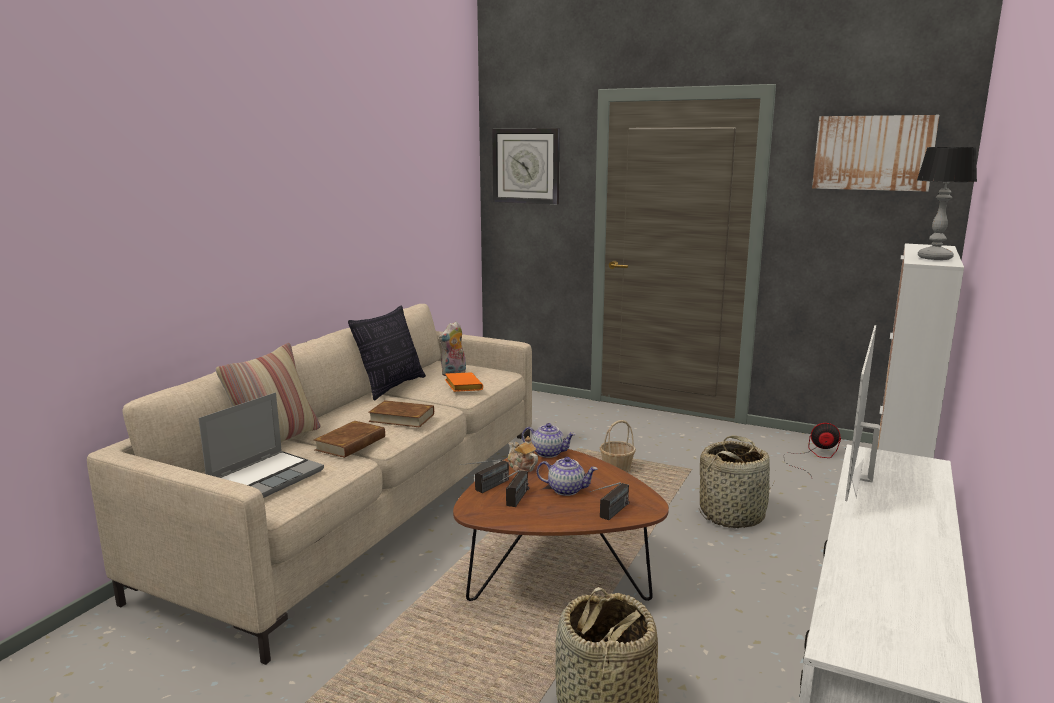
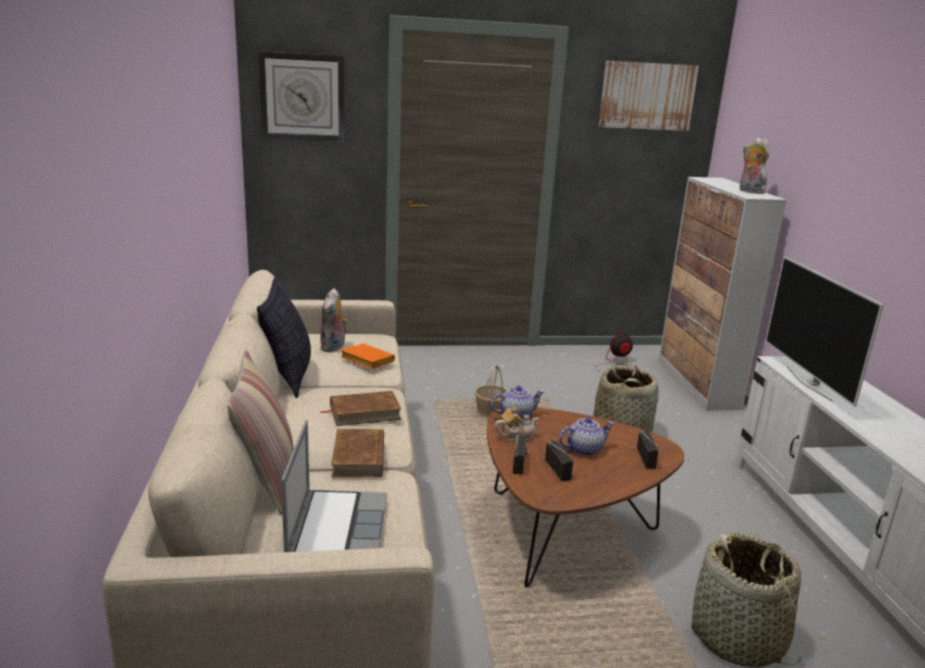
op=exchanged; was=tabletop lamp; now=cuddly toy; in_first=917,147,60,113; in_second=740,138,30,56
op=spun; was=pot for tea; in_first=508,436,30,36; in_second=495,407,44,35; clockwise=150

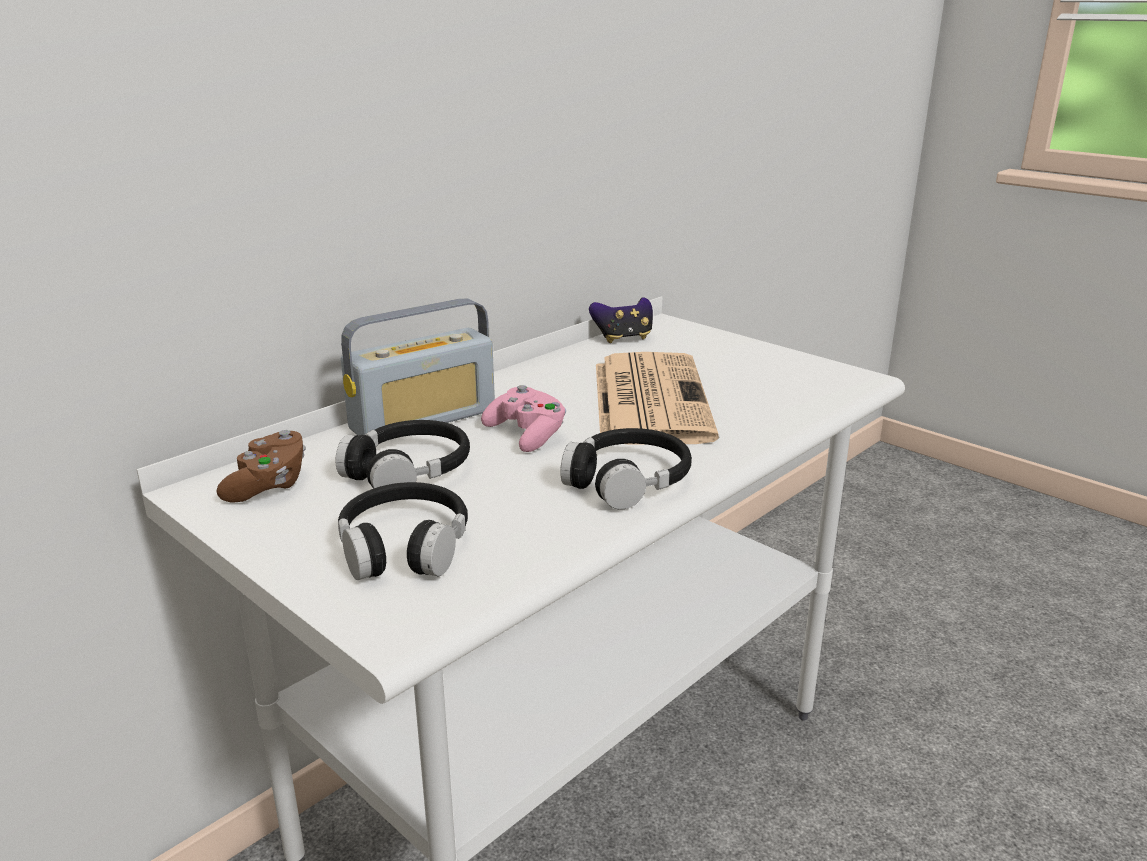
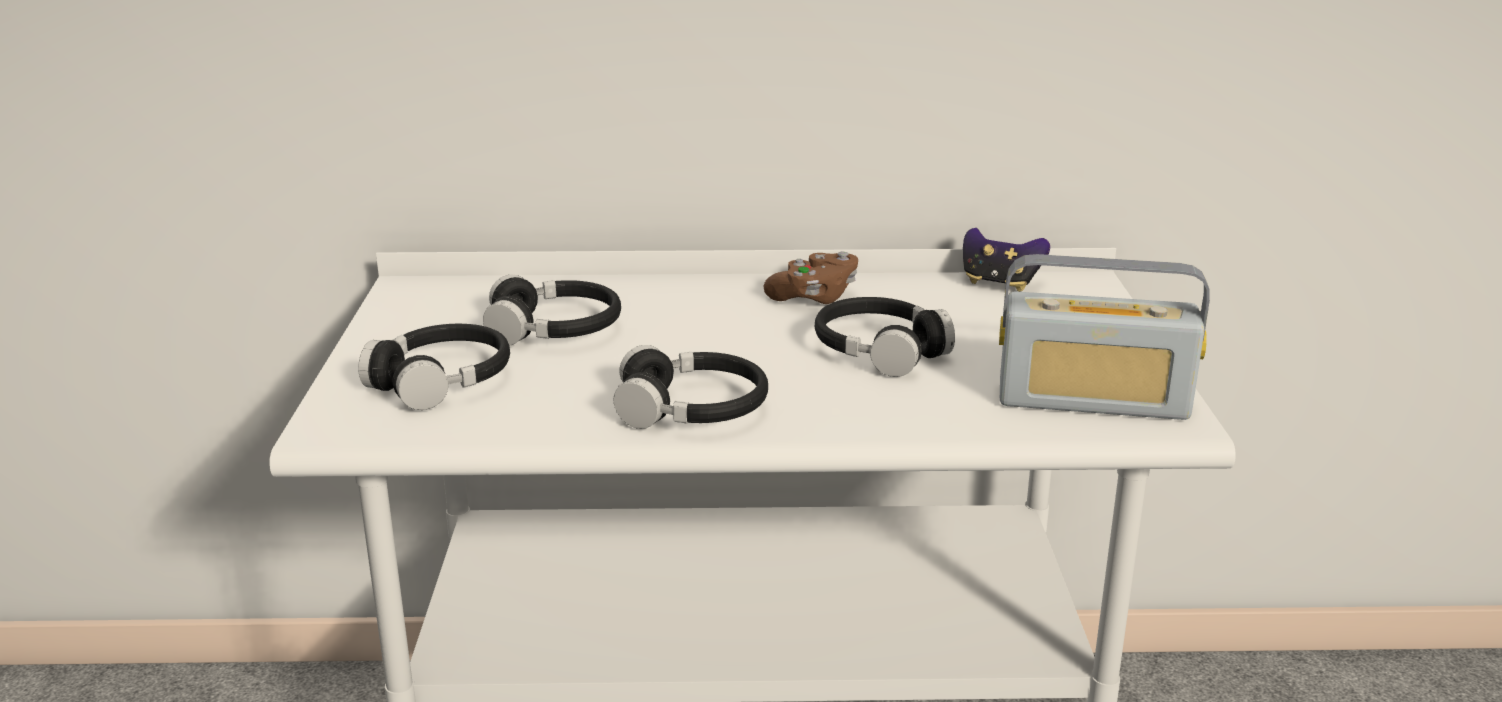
op=relocated; was=radio receiver; in_first=341,298,154,137; in_second=999,254,211,166
op=exchanged; was=newspaper; now=black headset; in_first=596,352,123,92; in_second=815,297,140,80
op=missing; was=pinkish joypad; in_first=481,385,85,67
op=relocated; was=brown-coloured joypad; in_first=217,430,89,73; in_second=764,251,94,53

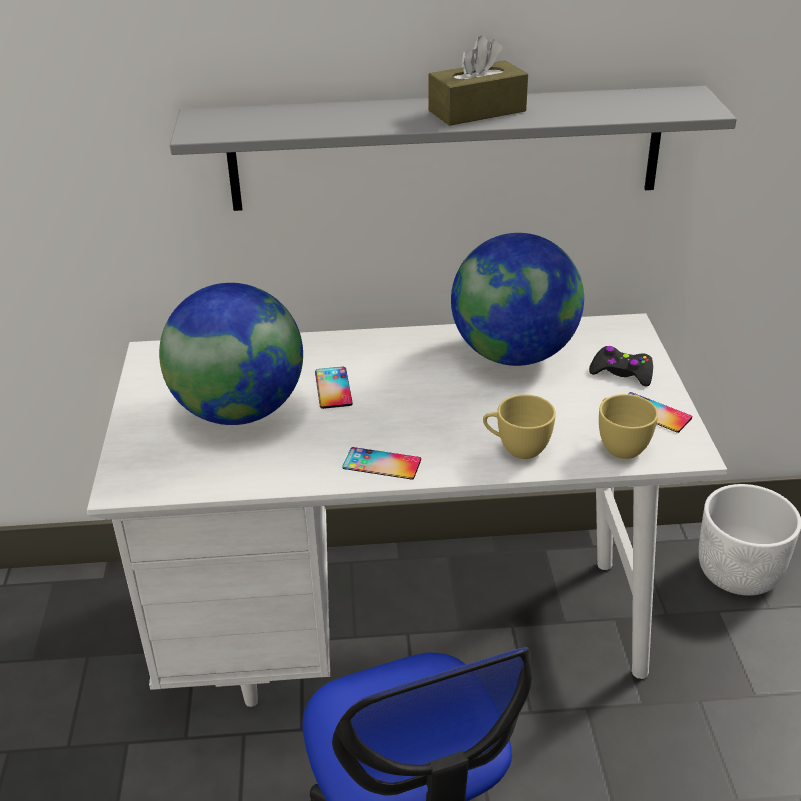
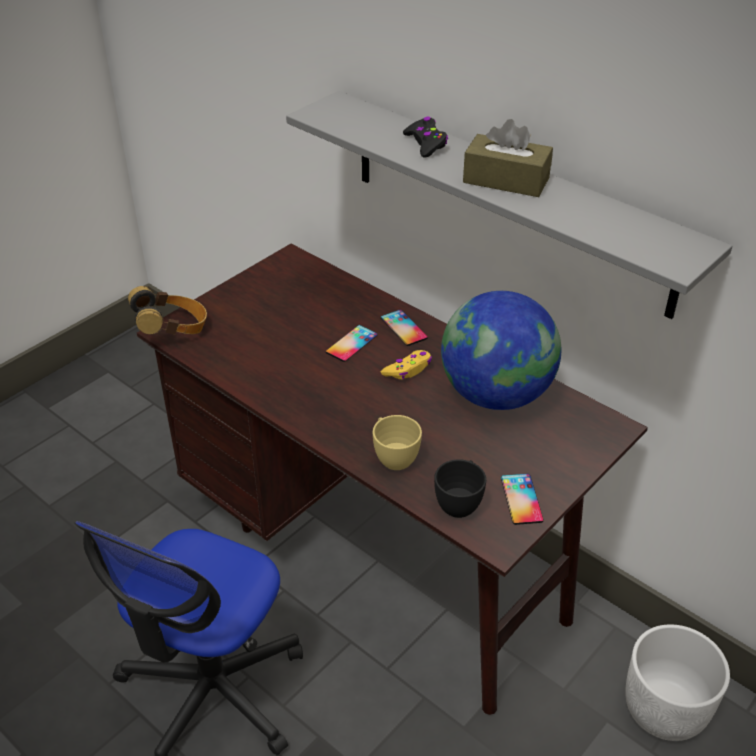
op=missing; was=globe; in_first=159,283,144,142
op=colour; was=whitish desk table; now=brown-coloured desk table; in_first=87,313,640,394; in_second=137,244,511,471
op=relocated; was=black joypad; in_first=589,346,64,41; in_second=403,117,45,41
op=colour; was=yellow-coloured cup; now=black cup; in_first=599,394,59,65; in_second=434,459,52,59
op=relocated; was=handset; in_first=342,447,79,33; in_second=381,310,47,36
op=appeared; now=headset; in_second=128,286,79,48
op=appeared; now=yellow-coloured joypad; in_second=381,350,51,29

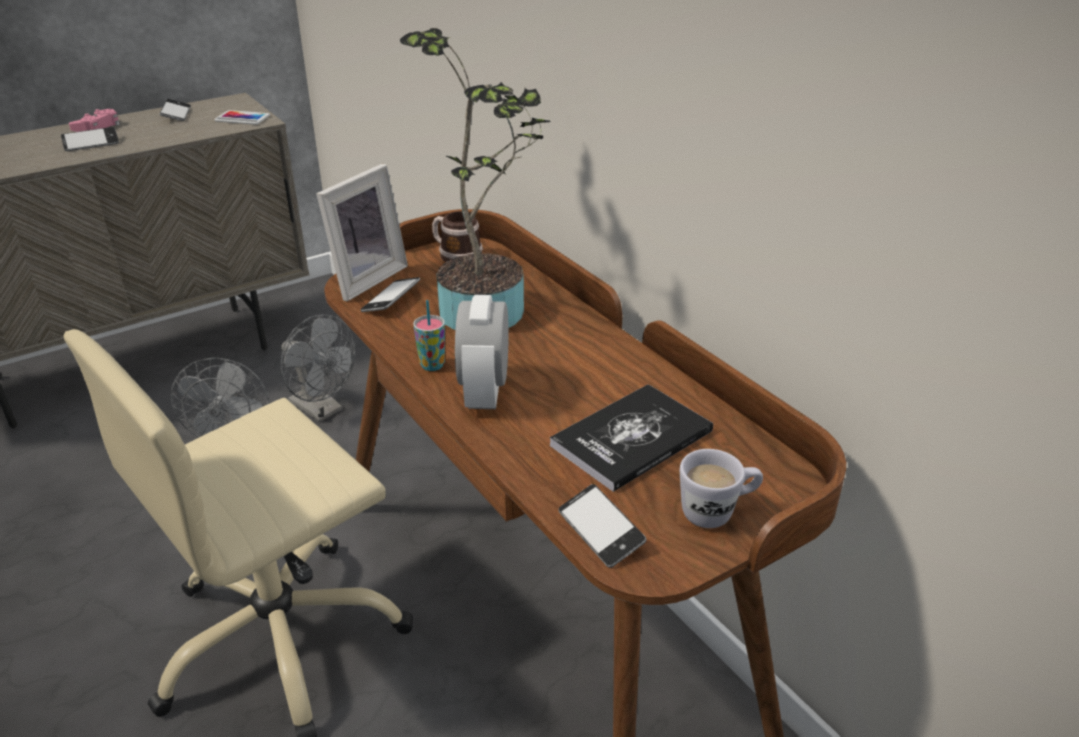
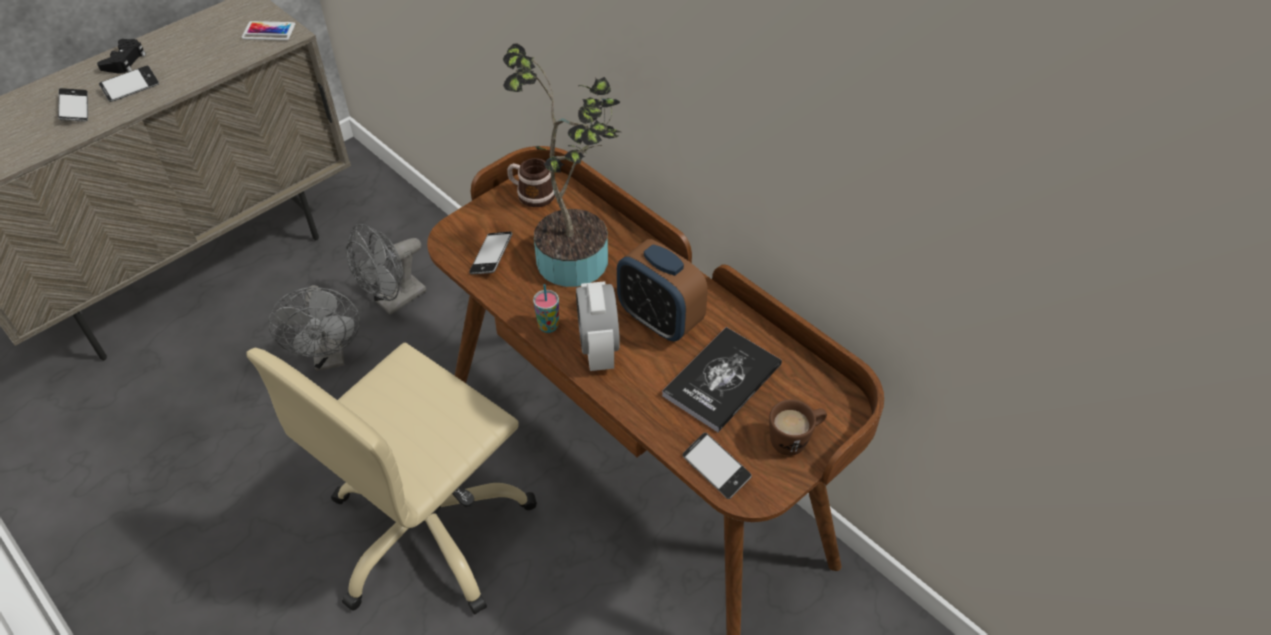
op=relocated; was=handset; in_first=159,99,32,22; in_second=58,88,30,34
op=colour; was=pinkish joypad; now=black joypad; in_first=69,109,51,23; in_second=97,39,49,34
op=missing; was=standing frame; in_first=316,164,92,137
op=spun; was=greyish electric fan; in_first=280,314,75,108; in_second=346,224,81,91; clockwise=105
op=colour; was=whitish mug; now=brown-coloured mug; in_first=680,449,83,79; in_second=769,400,58,56
op=appeared; now=alarm clock; in_second=617,239,91,102

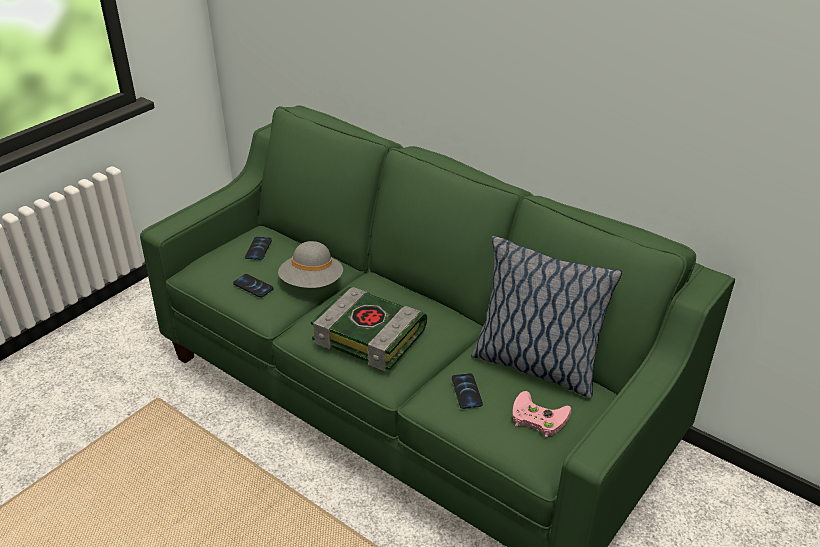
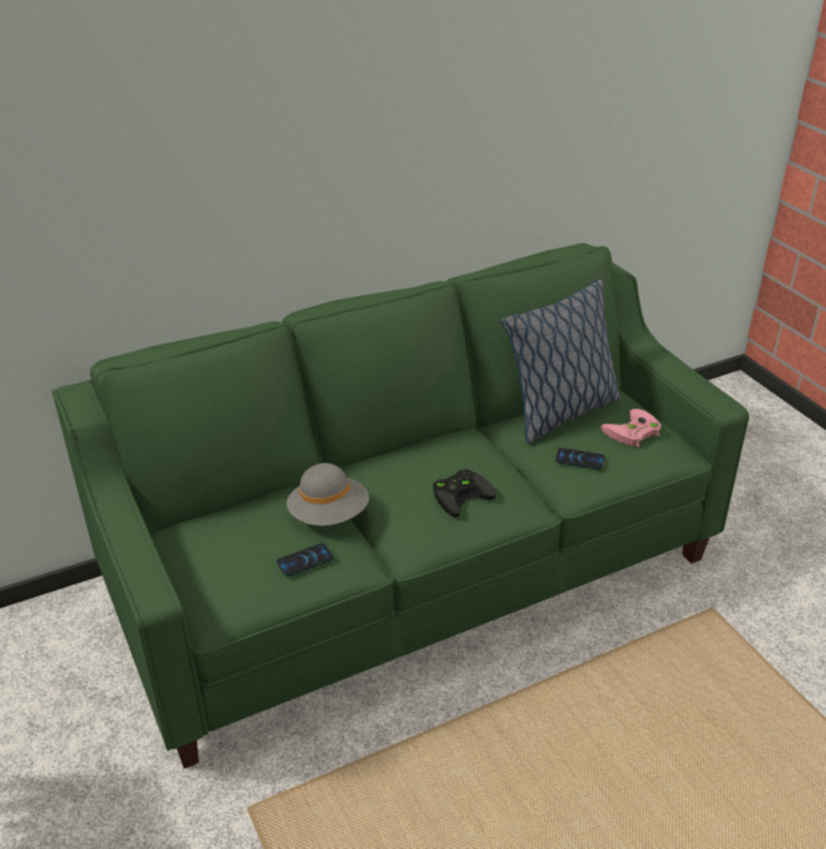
op=missing; was=handset; in_first=245,237,27,23
op=exchanged; was=volume; now=black joypad; in_first=311,287,116,84; in_second=433,469,63,48

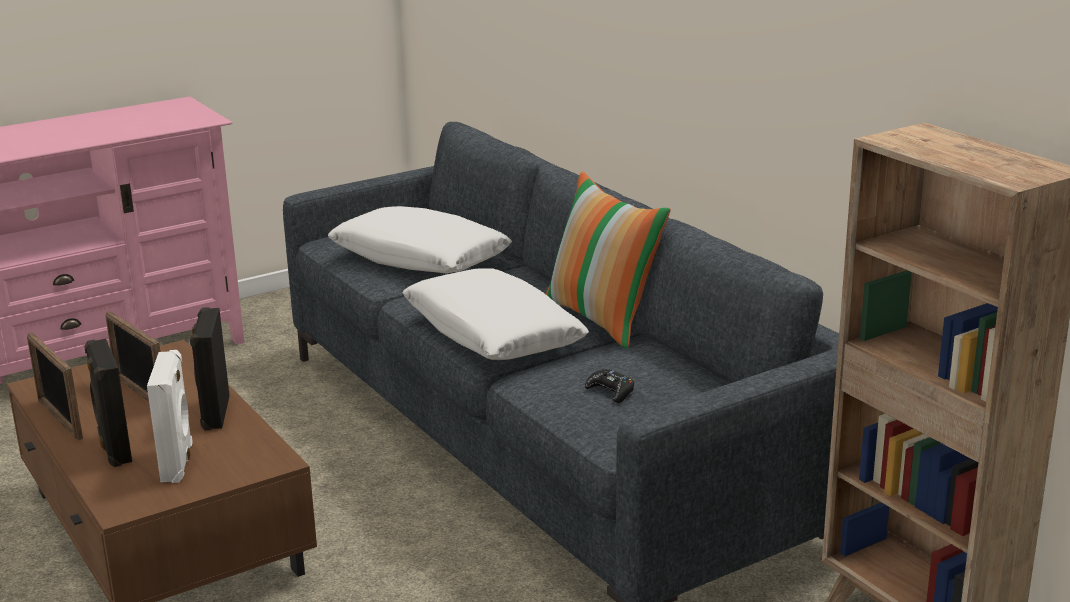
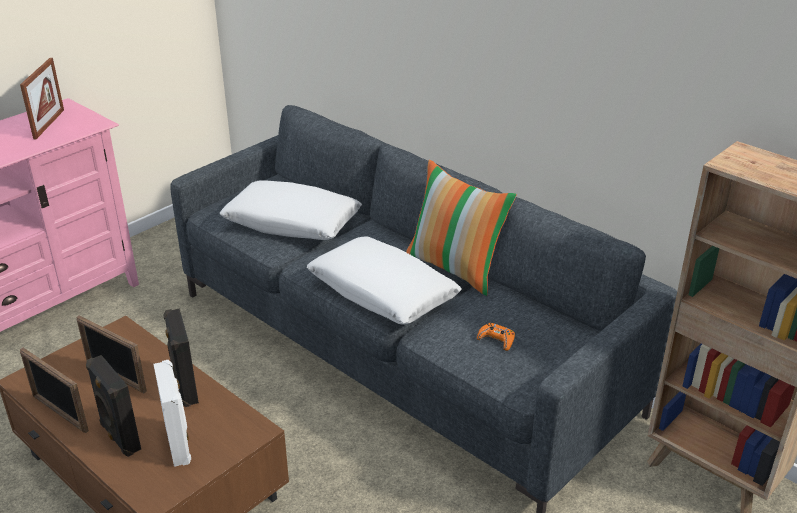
op=colour; was=black joypad; now=orangey joypad; in_first=585,369,49,34; in_second=477,323,38,28
op=appeared; now=standing frame; in_second=20,58,44,81

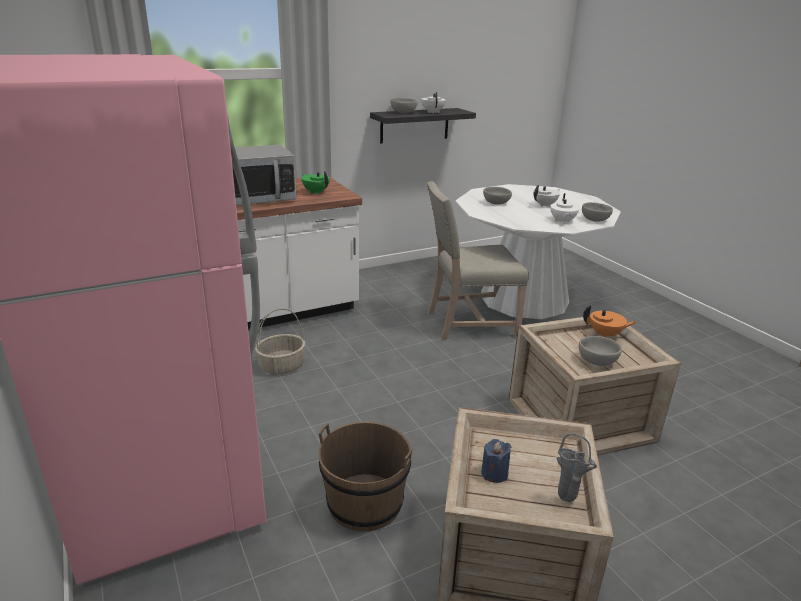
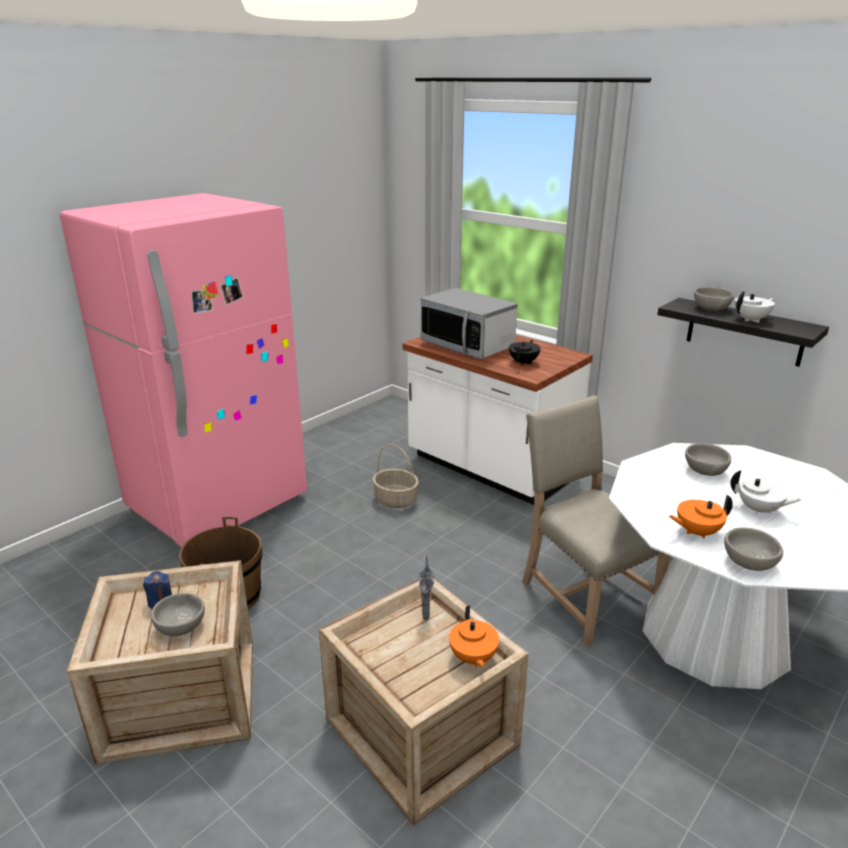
op=colour; was=green-coloured pot for tea; now=black pot for tea; in_first=301,171,29,23; in_second=509,340,32,25
op=colour; was=whitish pot for tea; now=orangey pot for tea; in_first=550,193,29,31; in_second=669,495,64,44
op=relocated; was=greyish deep dish; in_first=579,336,43,30; in_second=151,593,54,43
op=relocated; was=greyish vase; in_first=556,433,41,69; in_second=418,555,16,65

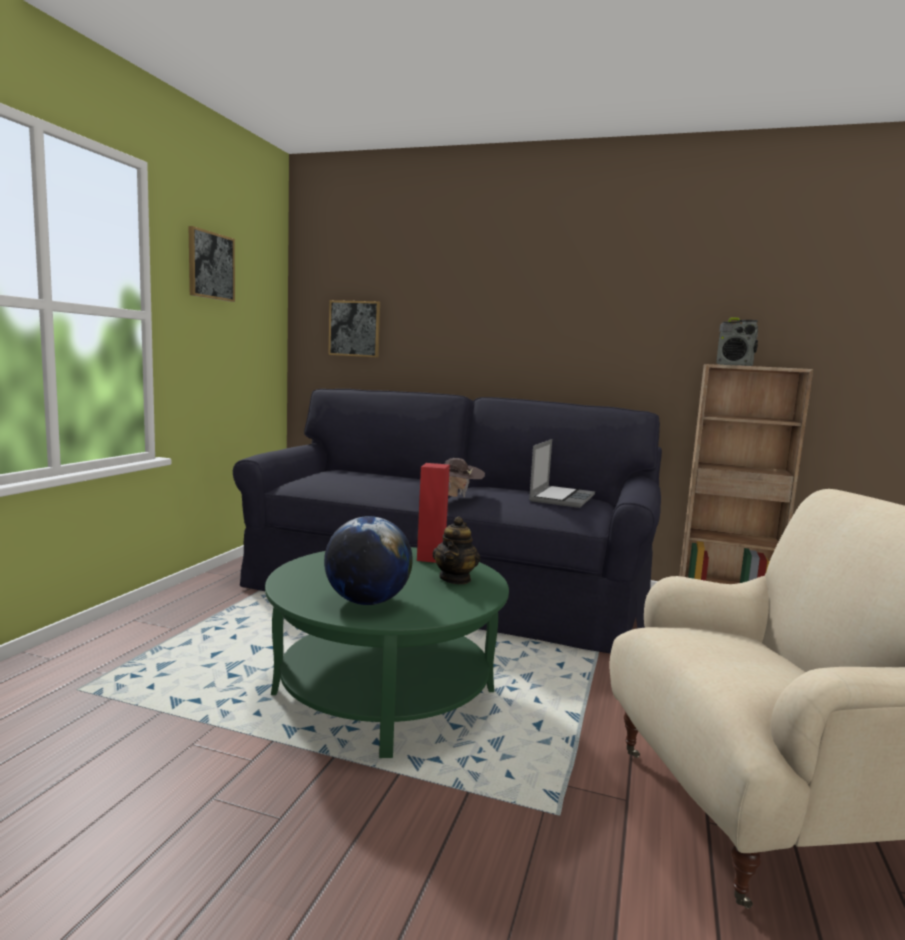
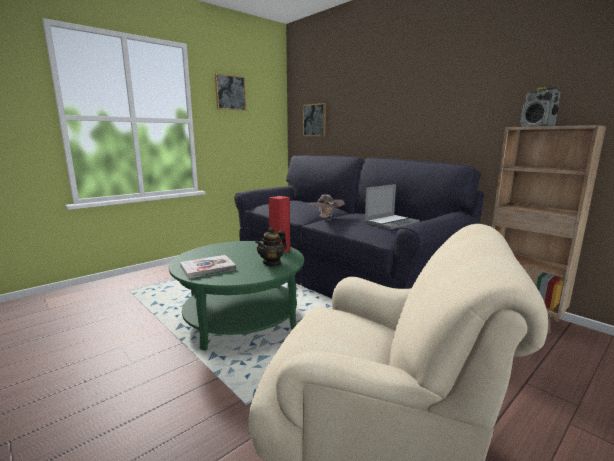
op=exchanged; was=globe; now=volume; in_first=324,516,89,89; in_second=180,255,56,24

